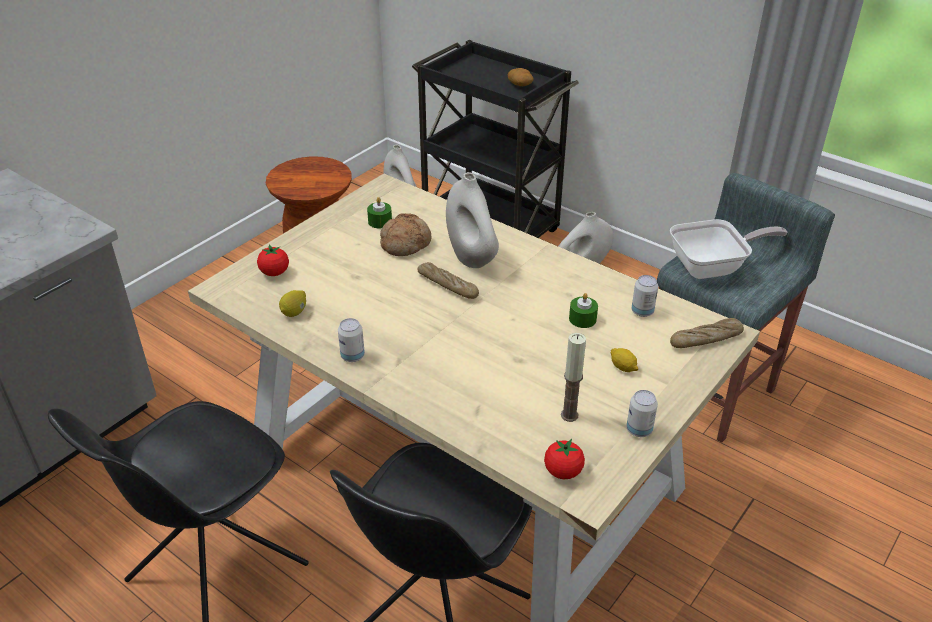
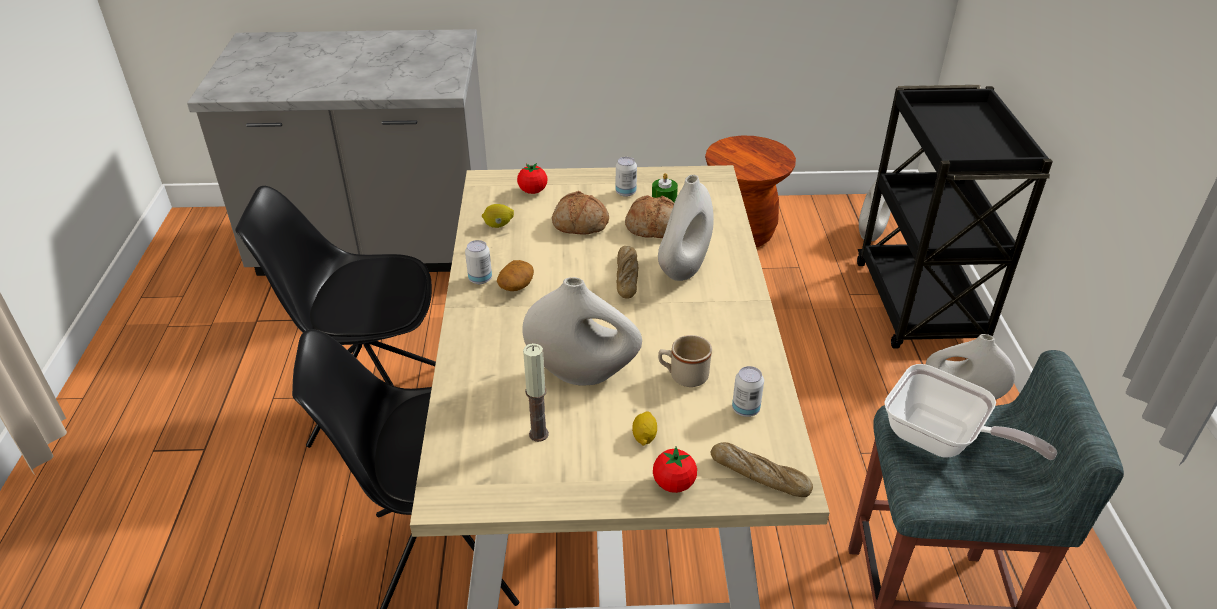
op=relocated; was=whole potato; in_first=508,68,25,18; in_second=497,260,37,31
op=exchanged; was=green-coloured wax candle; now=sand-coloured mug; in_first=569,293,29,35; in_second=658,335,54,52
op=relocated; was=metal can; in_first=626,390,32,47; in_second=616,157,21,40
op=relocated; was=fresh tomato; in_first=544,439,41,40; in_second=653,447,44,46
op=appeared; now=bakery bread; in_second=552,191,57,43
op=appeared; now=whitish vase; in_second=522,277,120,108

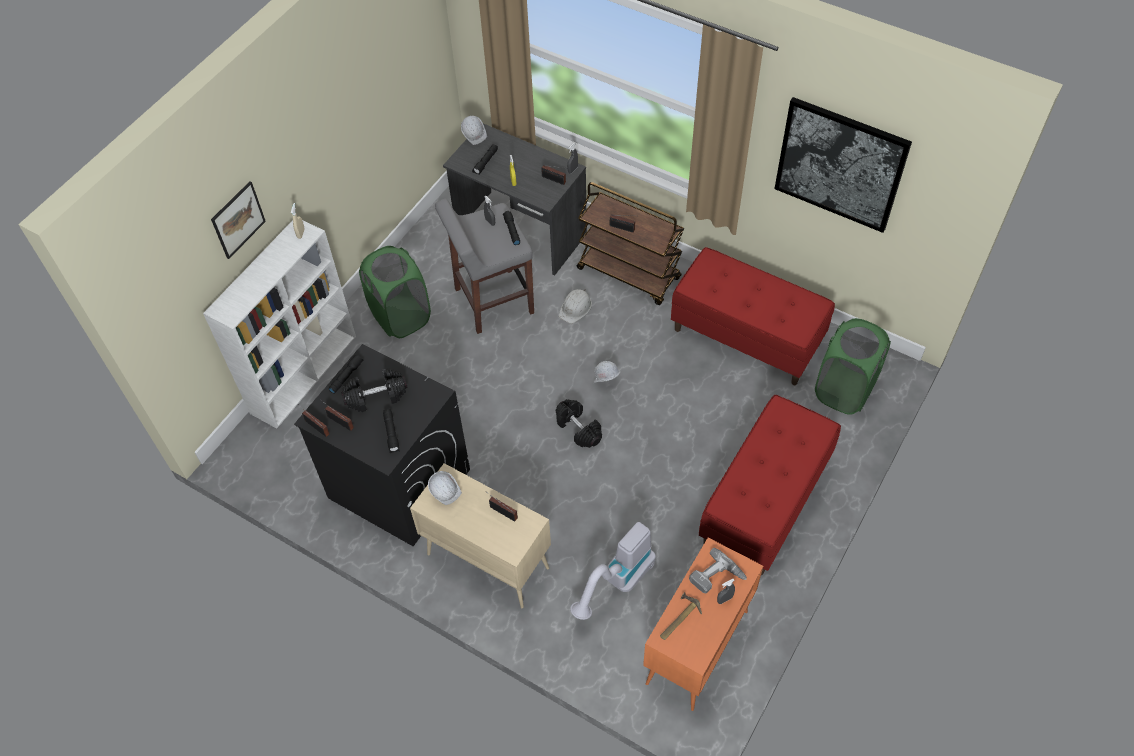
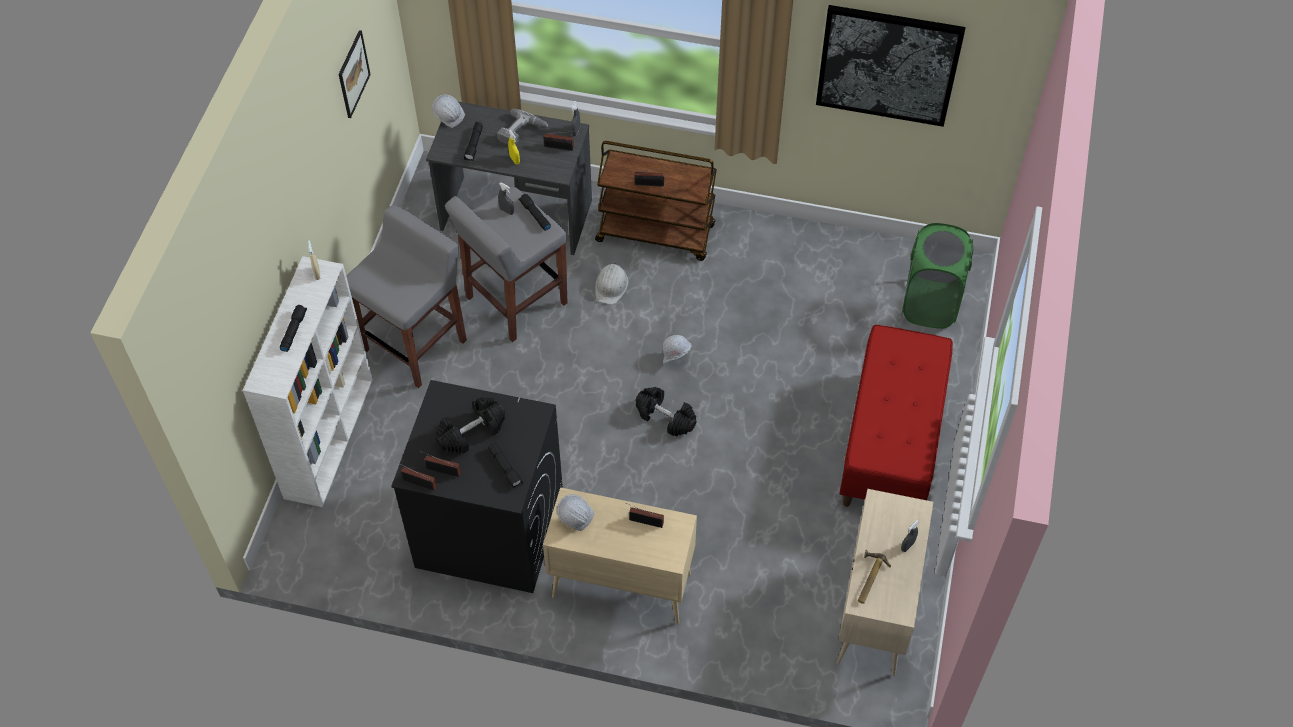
op=relocated; was=wall picture; in_first=211,181,55,78; in_second=338,30,33,88
op=exchanged; was=green-coloured hamper; now=greyish stool seat; in_first=359,246,72,92; in_second=346,205,121,183
op=missing; was=reddish bench; in_first=671,247,164,138
op=relocated; was=black torch; in_first=329,355,34,39; in_second=280,305,27,47
op=missing; was=vacuum cleaner; in_first=570,522,86,98
op=colour; was=orangey cabinet; now=sand-coloured cabinet; in_first=643,538,120,173; in_second=836,489,97,187
op=relocated; was=power drill; in_first=689,548,58,45; in_second=497,108,51,37

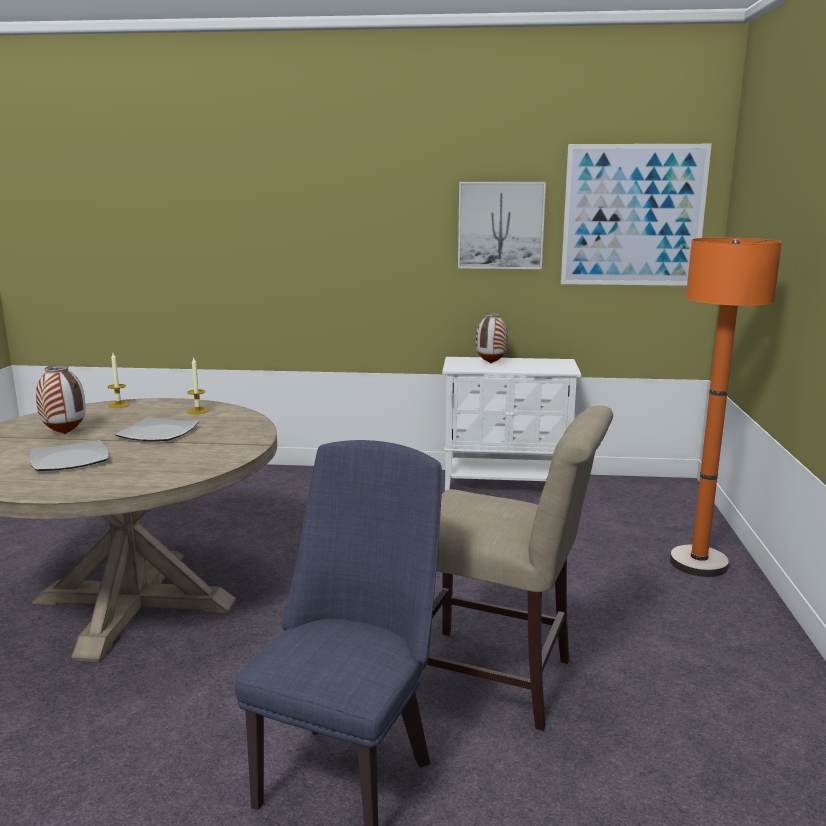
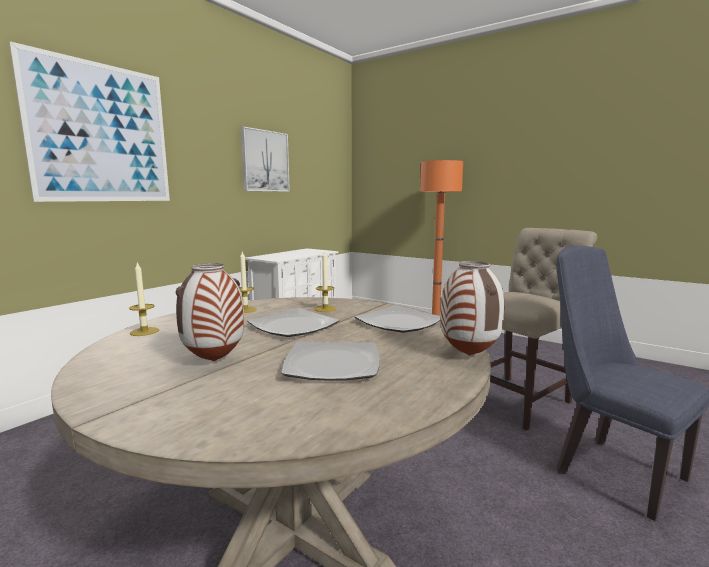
op=relocated; was=wall picture; in_first=561,144,151,142; in_second=9,41,161,161
op=relocated; was=vase; in_first=476,313,32,50; in_second=440,261,65,94
op=appeared; now=wax candle; in_second=315,251,21,61
op=appeared; now=dinner plate; in_second=355,305,85,28

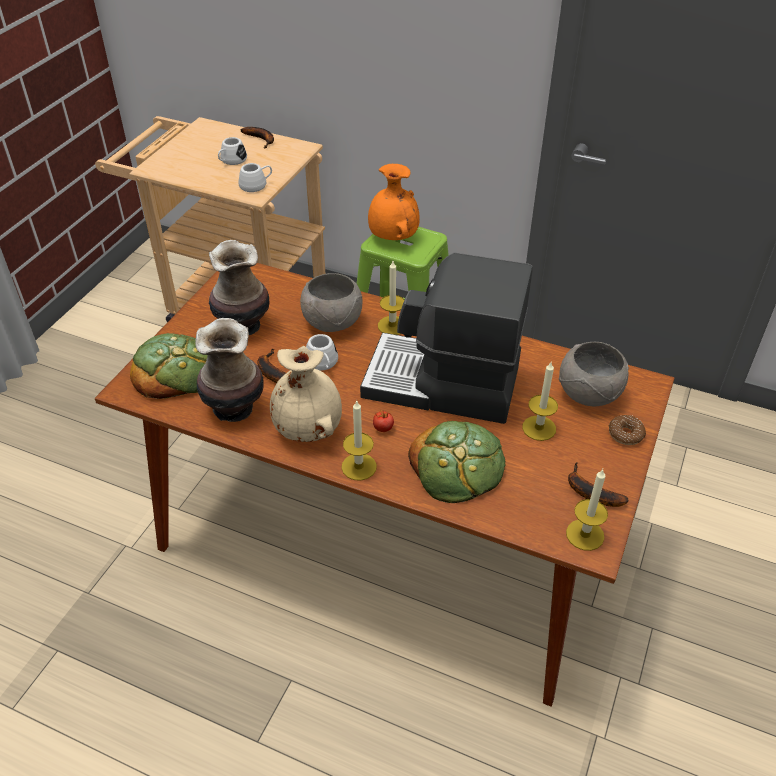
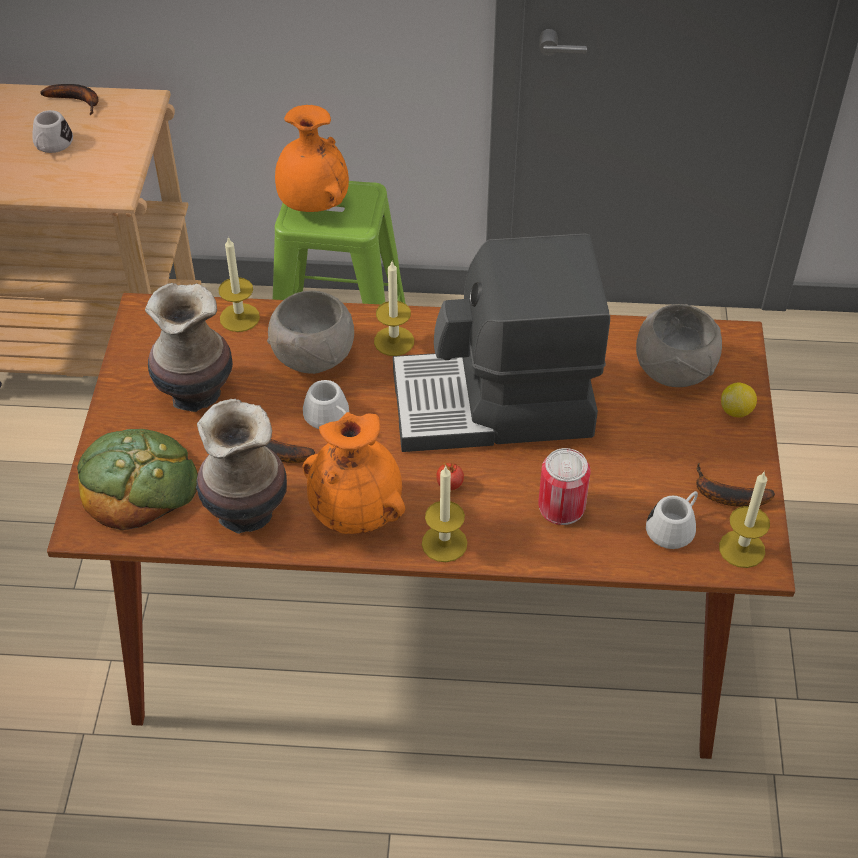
op=relocated; was=whitish mug; in_first=238,163,34,29; in_second=646,491,52,58
op=colour; was=sand-coloured vase; now=orangey vase; in_first=270,346,72,96; in_second=303,412,102,122
op=relocated; was=wax candle; in_first=522,362,36,79; in_second=218,236,42,96
op=exchanged; was=donut; now=whole lemon; in_first=609,415,37,30; in_second=721,382,36,35
op=exchanged; was=bakery bread; now=metal can; in_first=408,421,98,82; in_second=538,448,53,77

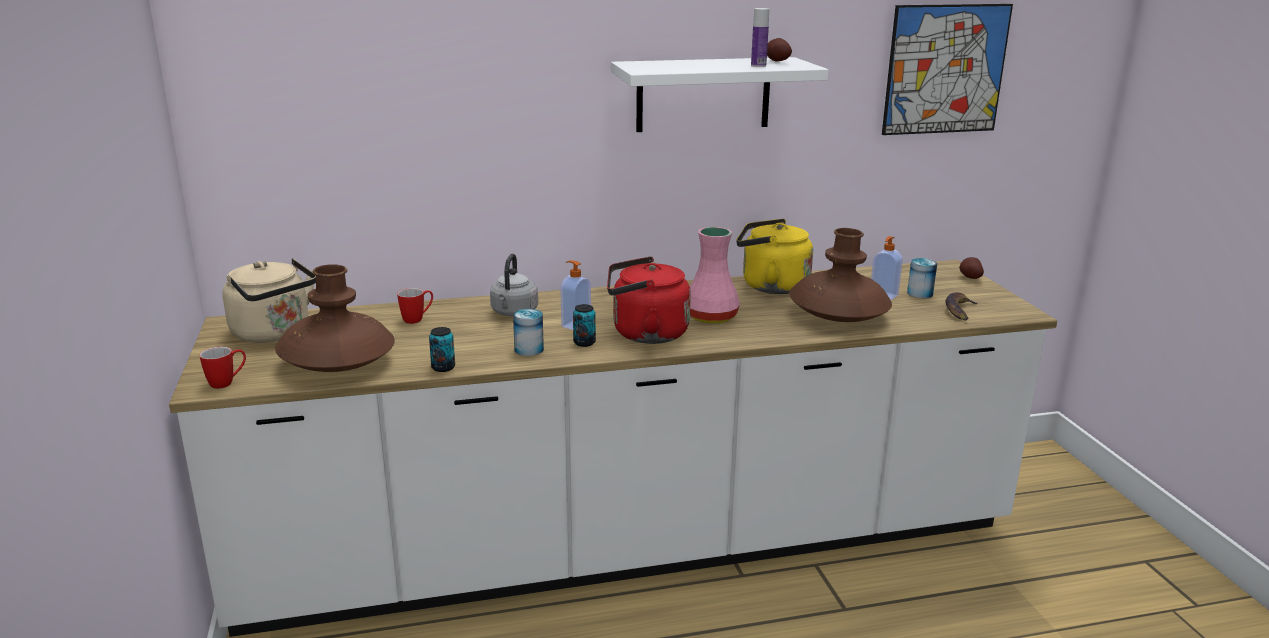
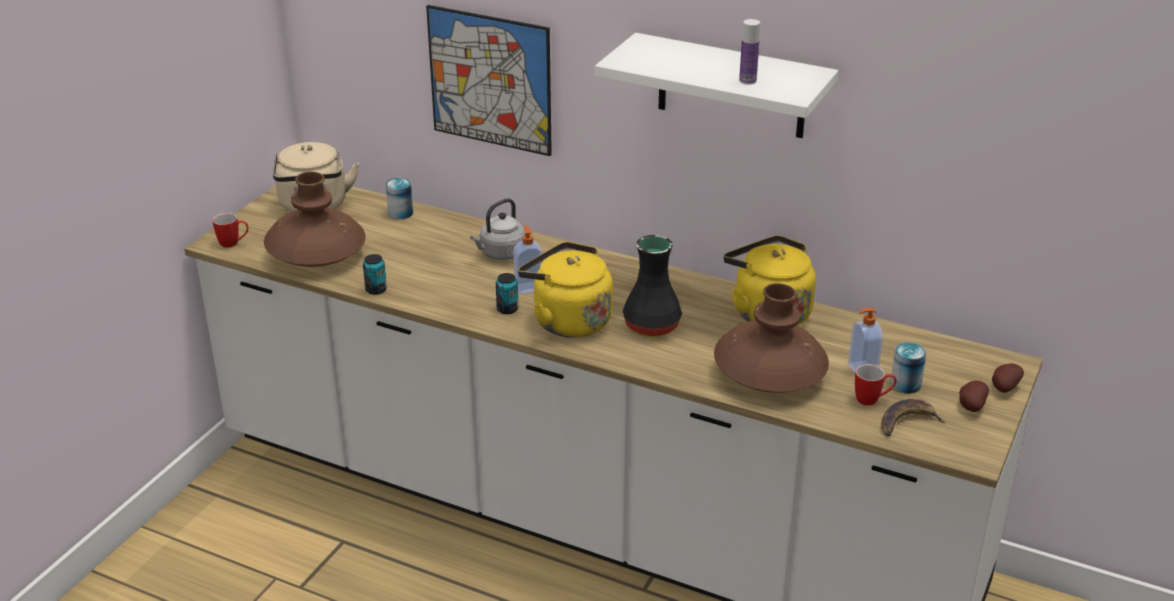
op=relocated; was=wall picture; in_first=882,4,131,131; in_second=426,5,126,151
op=relocated; was=whole potato; in_first=767,38,25,24; in_second=959,381,30,31
op=colour; was=pinkish vase; now=black vase; in_first=690,227,50,97; in_second=623,235,59,102
op=colour; was=reddish tea kettle; now=yellow-coloured tea kettle; in_first=607,256,84,88; in_second=518,242,95,96
op=relocated; was=mug; in_first=397,288,36,36; in_second=855,364,42,42
op=relocated; was=metal can; in_first=513,309,31,47; in_second=386,178,27,42

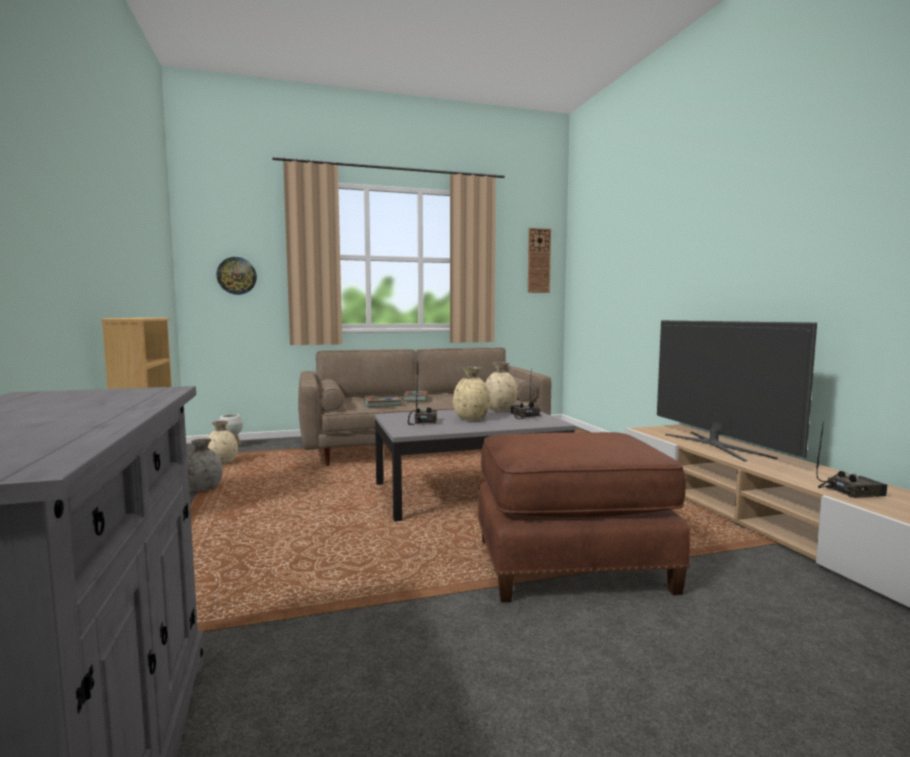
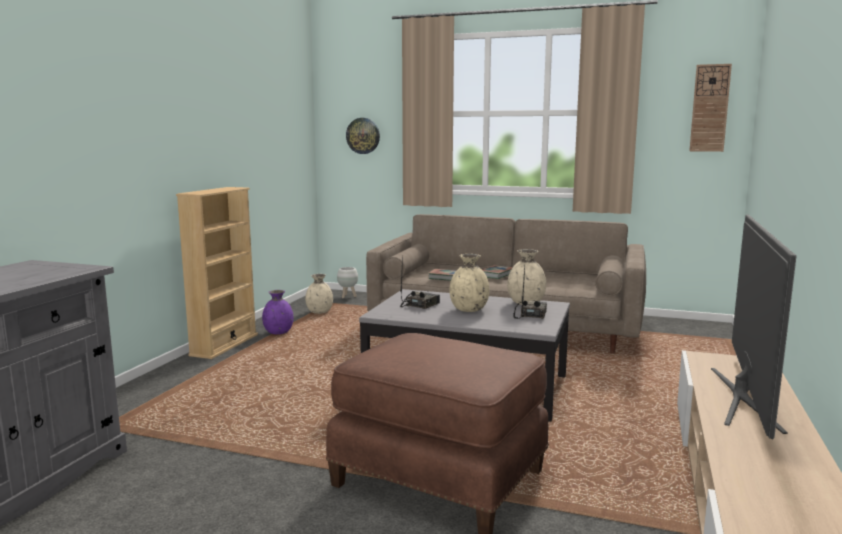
op=missing; was=radio receiver; in_first=816,421,71,77
op=colour; was=greyish vase; now=purplish vase; in_first=187,438,36,53; in_second=262,290,31,44

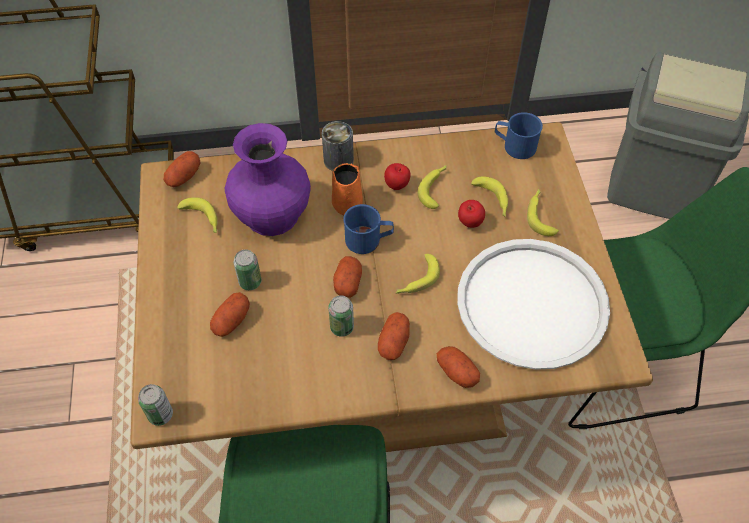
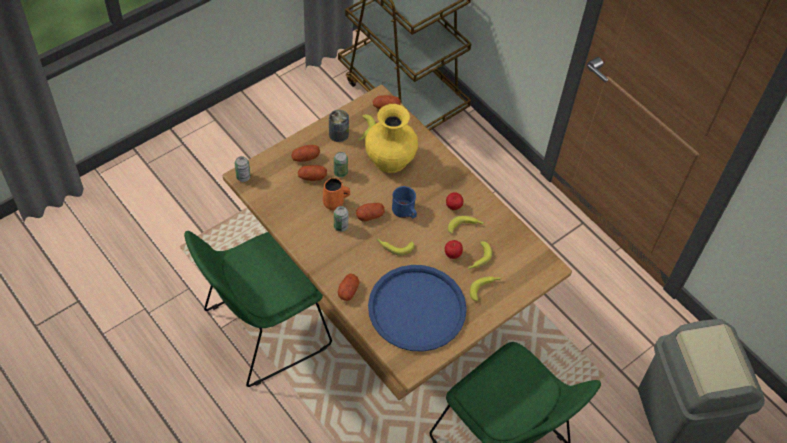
op=missing; was=blue mug; in_first=495,112,48,47
op=relocated; was=metal can; in_first=322,121,32,50; in_second=329,110,20,32
op=colour; was=purplish vase; now=yellow-coloured vase; in_first=224,123,87,113; in_second=365,104,53,69
op=relocated; was=orangey mug; in_first=332,163,31,52; in_second=323,178,27,32
op=colour; was=whitish serving tray; now=blue serving tray; in_first=457,239,153,131; in_second=368,265,99,87
op=relocated; was=whole potato; in_first=378,312,32,48; in_second=291,145,29,17

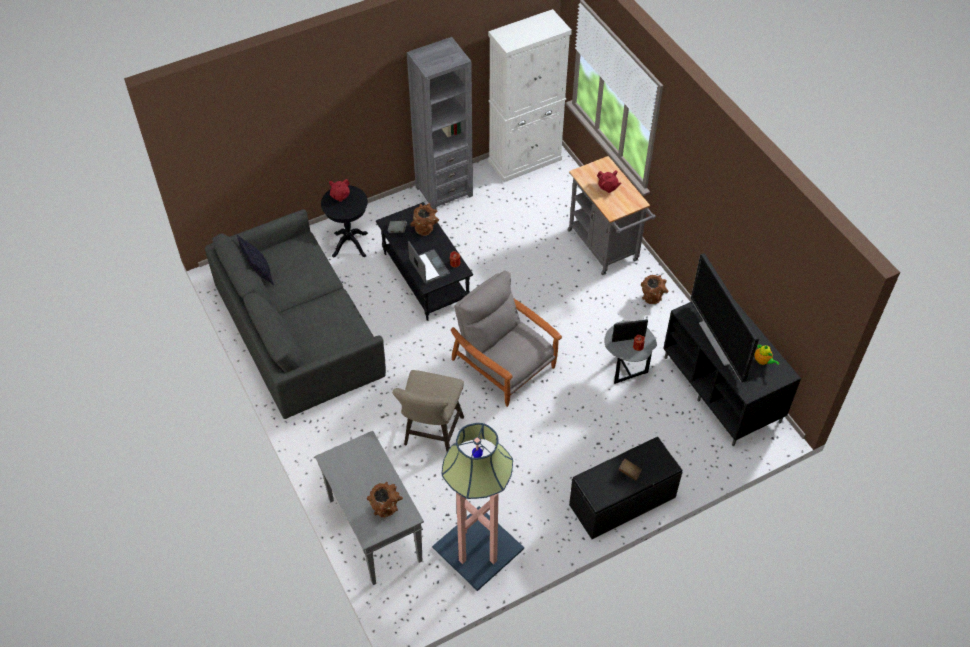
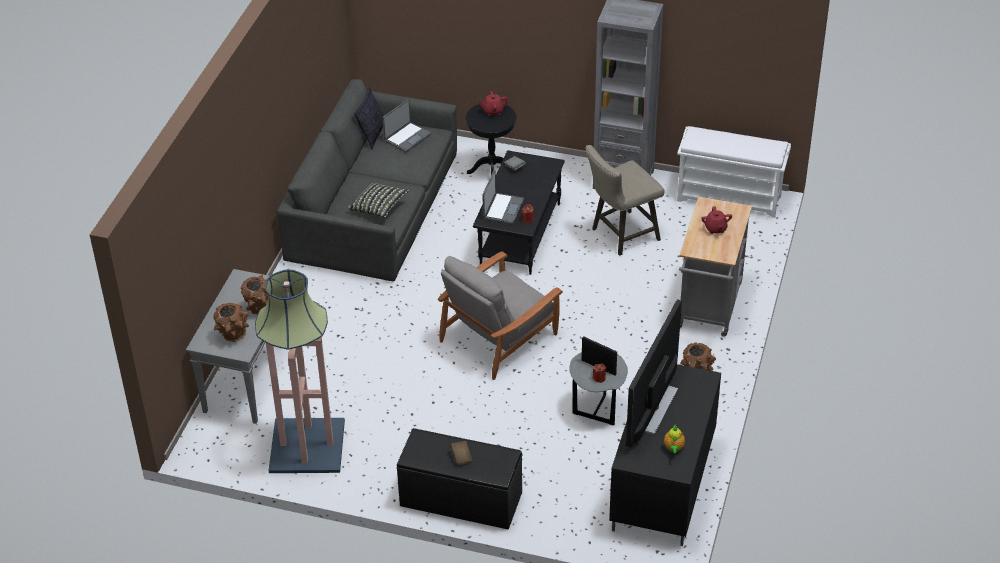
op=exchanged; was=whitish cabinet; now=whitish bench; in_first=488,9,84,173; in_second=677,126,114,92
op=relocated; was=brown-coloured vase; in_first=411,203,28,33; in_second=241,275,27,40
op=spun; was=greyish lounge chair; in_first=451,271,111,136; in_second=438,252,125,128; clockwise=-135
op=relocated; was=sand-coloured stool seat; in_first=392,370,72,82; in_second=585,145,80,111
op=appeared; now=notebook computer; in_second=383,99,48,53
op=appeared; now=cushion; in_second=348,182,61,36

